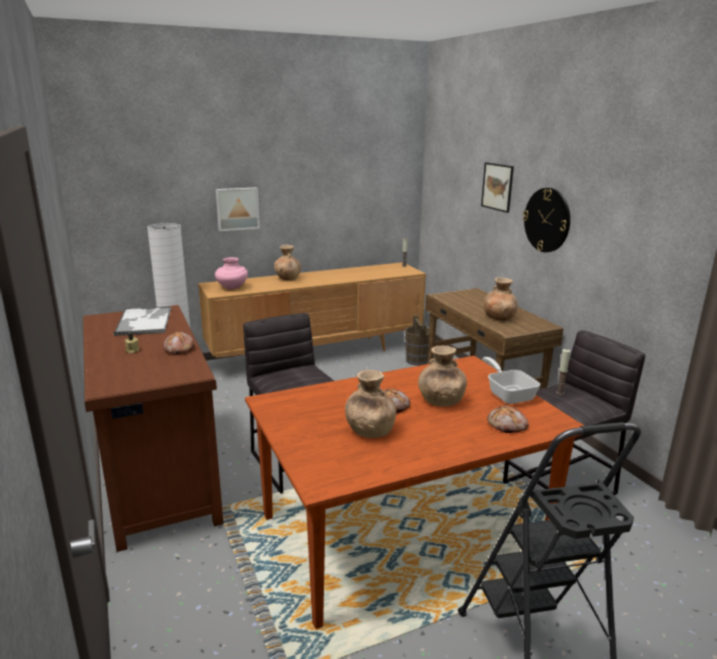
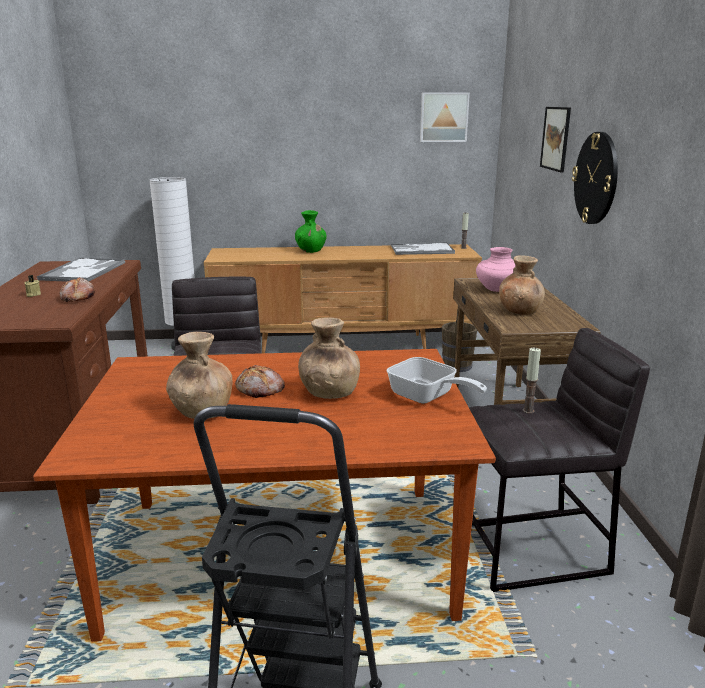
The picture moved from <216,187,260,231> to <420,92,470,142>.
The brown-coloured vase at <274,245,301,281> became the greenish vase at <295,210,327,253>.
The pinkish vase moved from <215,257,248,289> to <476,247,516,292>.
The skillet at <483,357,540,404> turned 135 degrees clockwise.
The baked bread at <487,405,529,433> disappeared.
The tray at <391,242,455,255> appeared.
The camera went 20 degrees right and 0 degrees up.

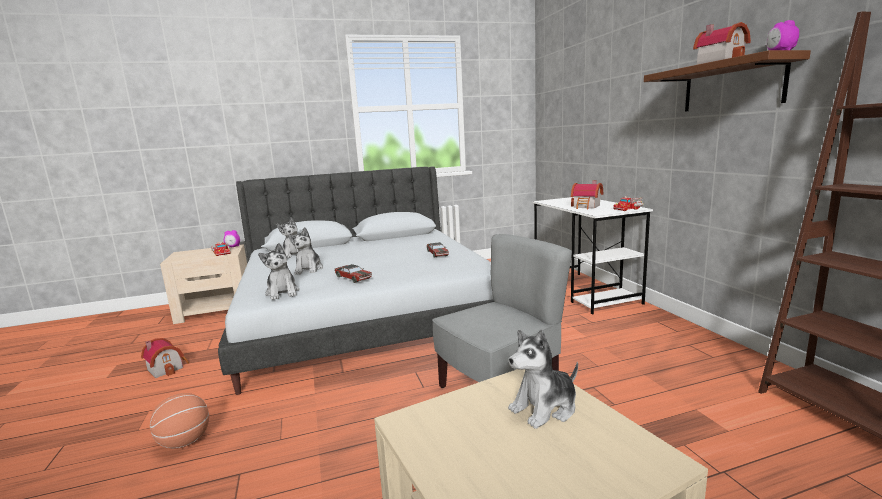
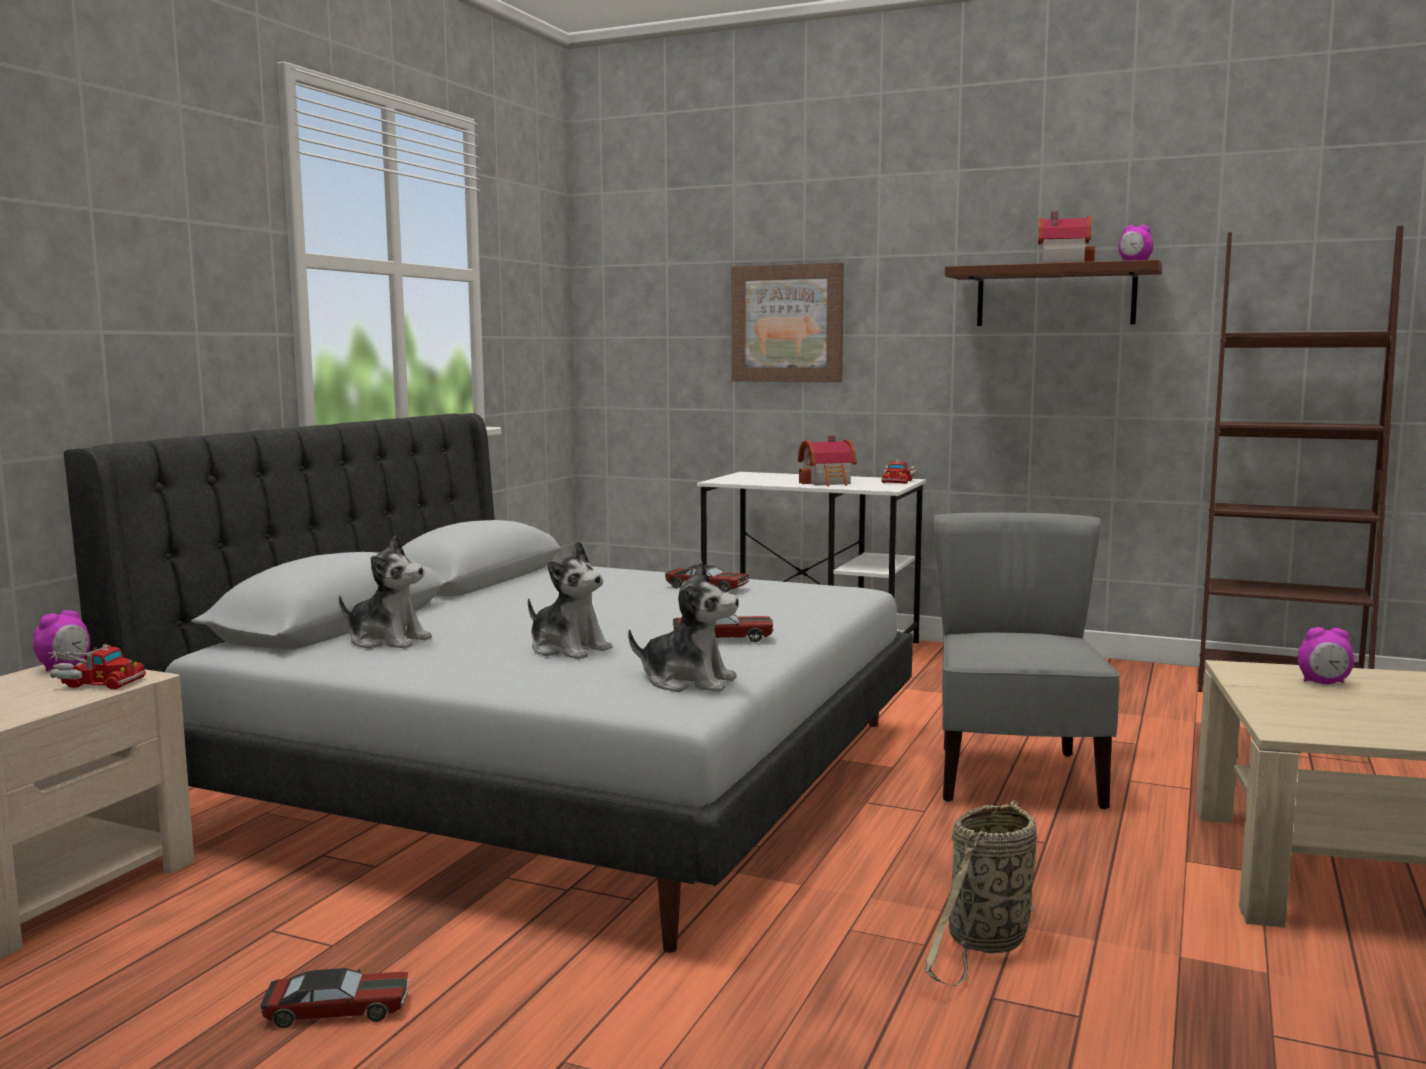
The cuddly toy at <508,329,578,429> was replaced by the bedside clock at <1298,627,1354,684>.
The toy house at <141,338,189,378> was replaced by the model car at <260,968,409,1028>.
The basketball ball at <150,393,209,449> disappeared.
The picture at <732,263,844,382> appeared.
The household basket at <925,801,1037,987> appeared.
The camera went 50 degrees left and 5 degrees down.

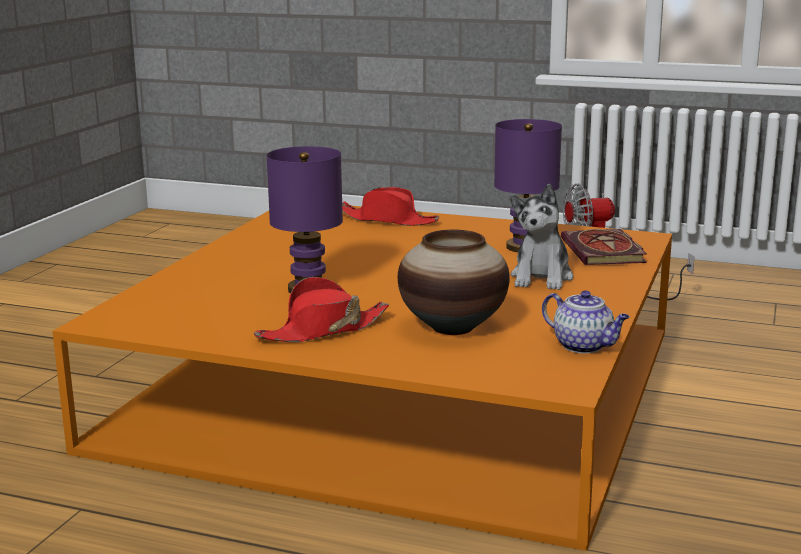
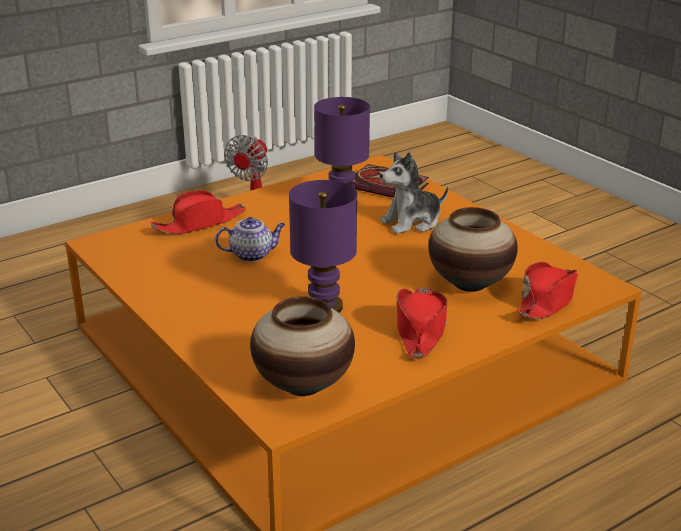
The cuddly toy at <510,184,573,290> turned 105 degrees clockwise.
The pot for tea moved from <542,290,630,354> to <215,217,286,262>.
The red-coloured clothing hat at <517,262,578,319> appeared.
The vase at <250,296,355,396> appeared.
The camera went 55 degrees left and 10 degrees up.

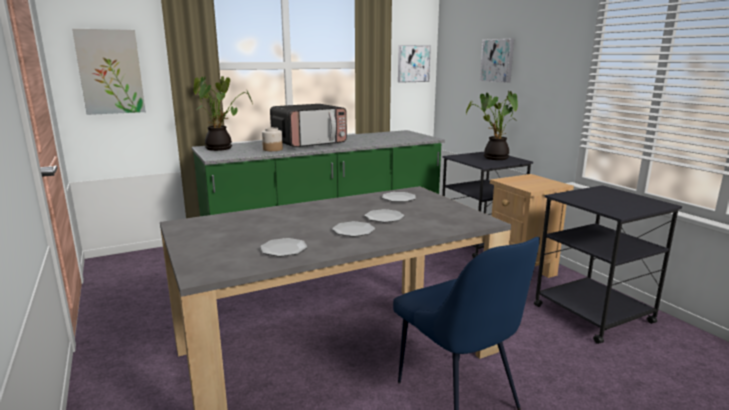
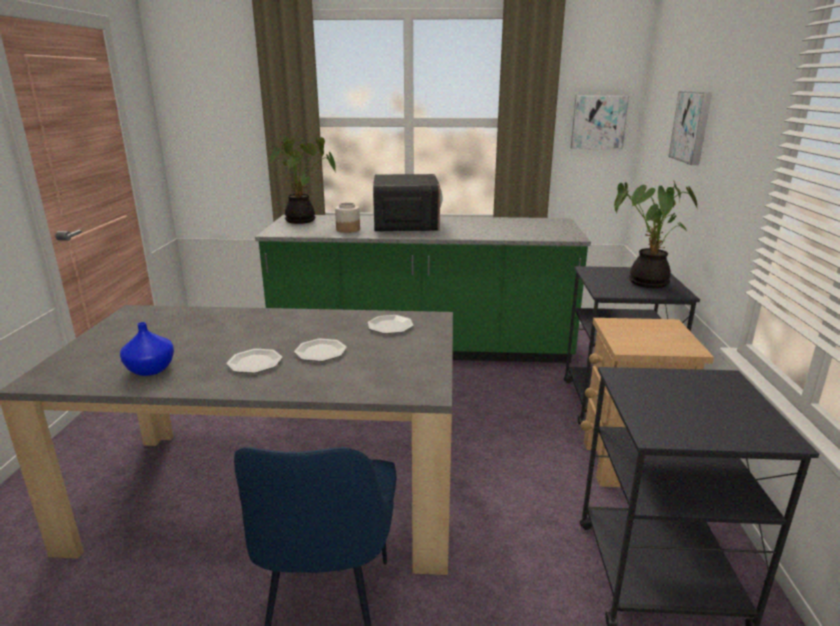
The picture at <72,29,146,115> disappeared.
The microwave oven at <270,104,347,147> turned 90 degrees counterclockwise.
The dinner plate at <260,238,308,257> was replaced by the blue vase at <120,322,174,376>.
The camera went 30 degrees right and 5 degrees up.

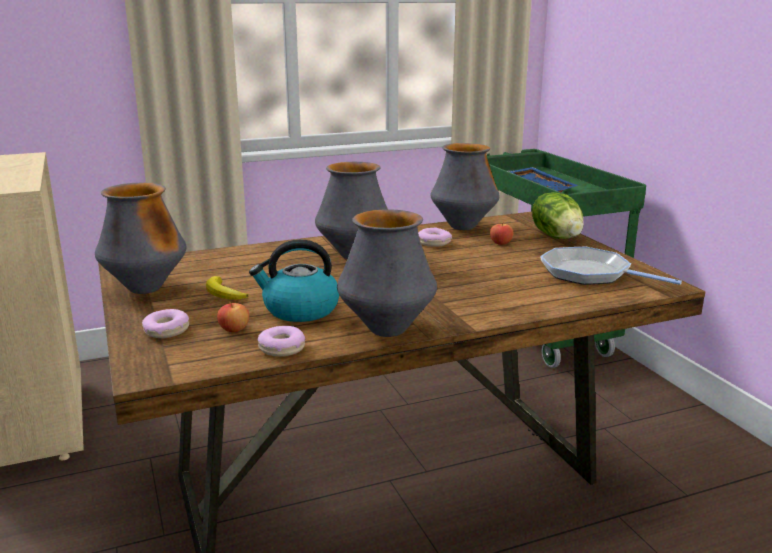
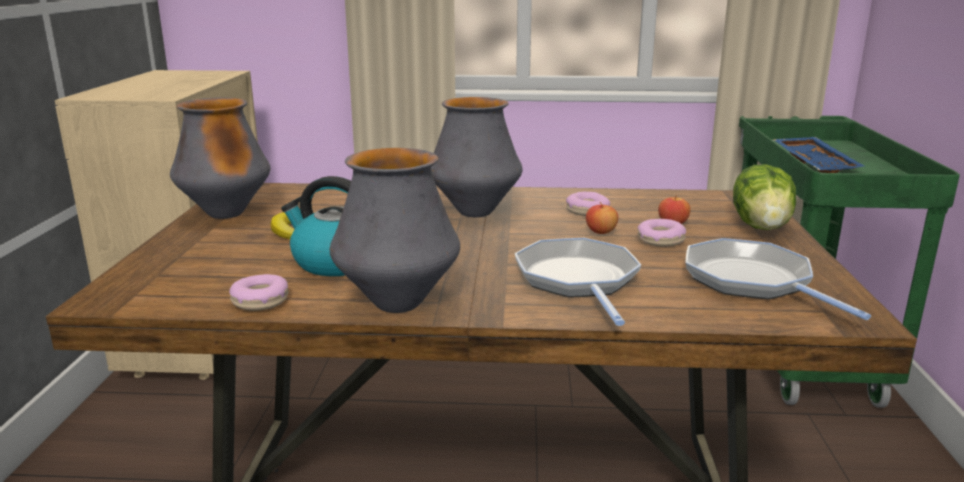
The vase at <430,143,500,230> disappeared.
The whole apple moved from <217,302,249,332> to <586,202,618,234>.
The ring doughnut moved from <142,309,189,338> to <638,219,686,247>.
The skillet at <515,238,641,326> appeared.
The camera went 25 degrees right and 0 degrees up.

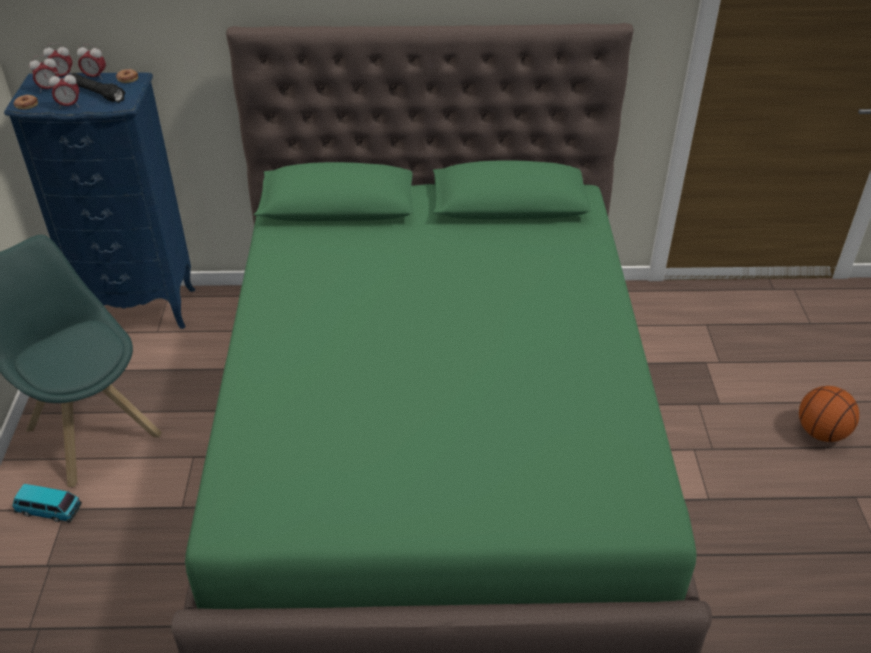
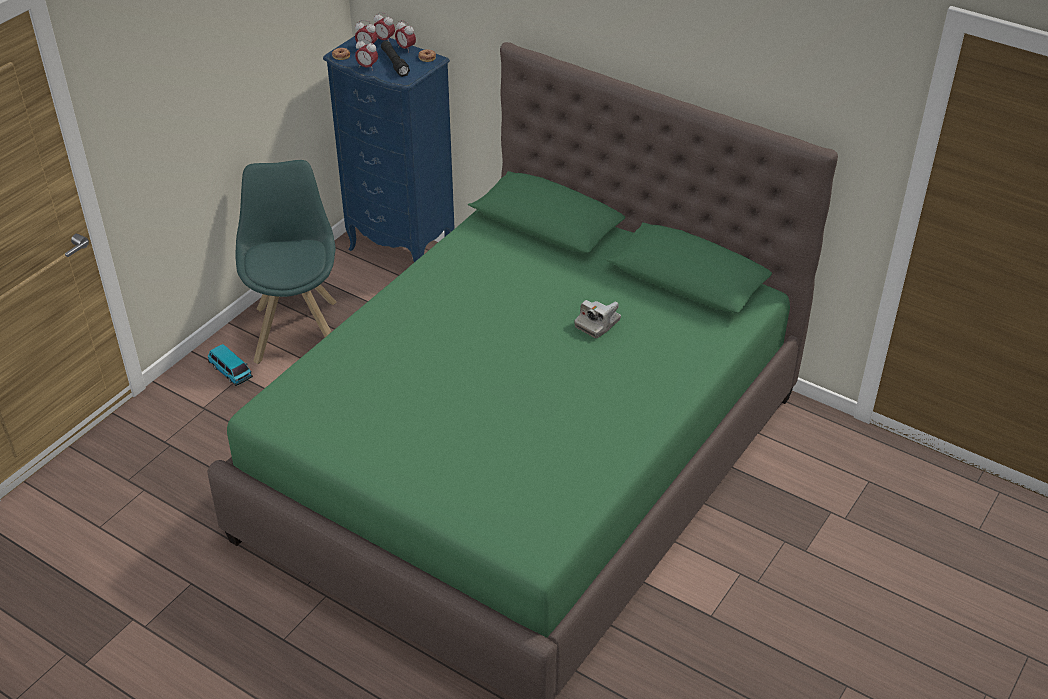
The basketball ball at <799,386,859,442> disappeared.
The photo camera at <574,300,621,338> appeared.
The camera went 35 degrees right and 0 degrees up.

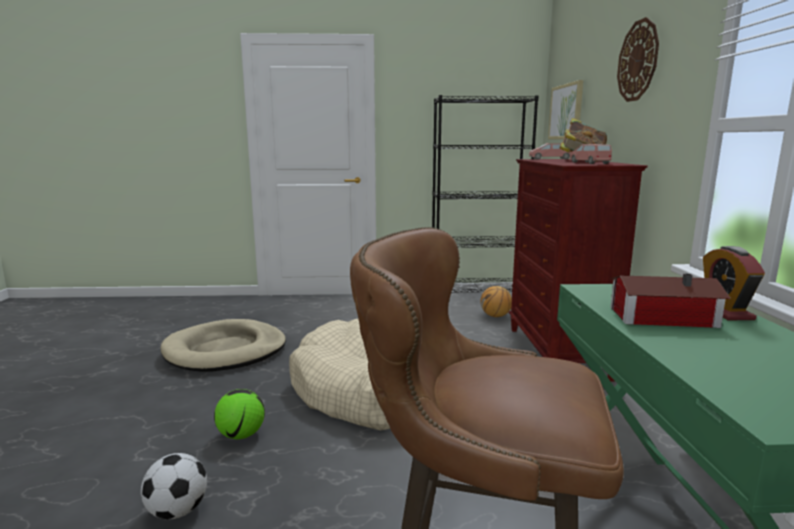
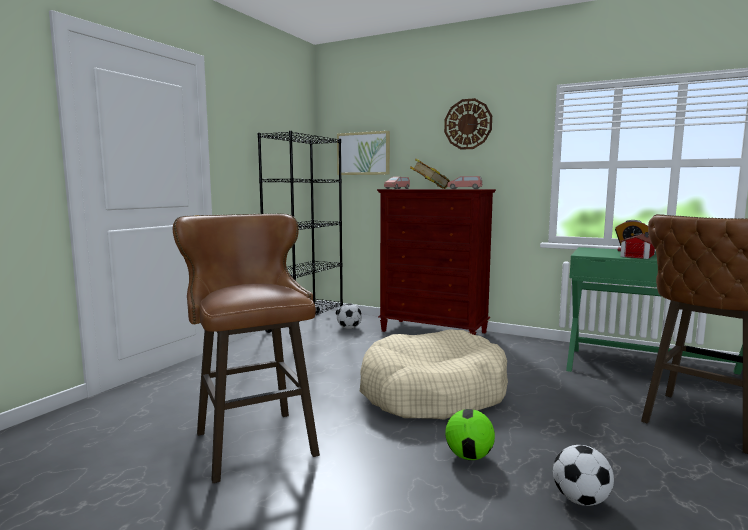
The basketball ball at <480,286,512,317> was replaced by the football ball at <337,303,362,329>.
The beige dog bed at <161,319,286,372> was replaced by the brown-coloured stool at <173,213,320,483>.
The camera went 60 degrees left and 5 degrees down.

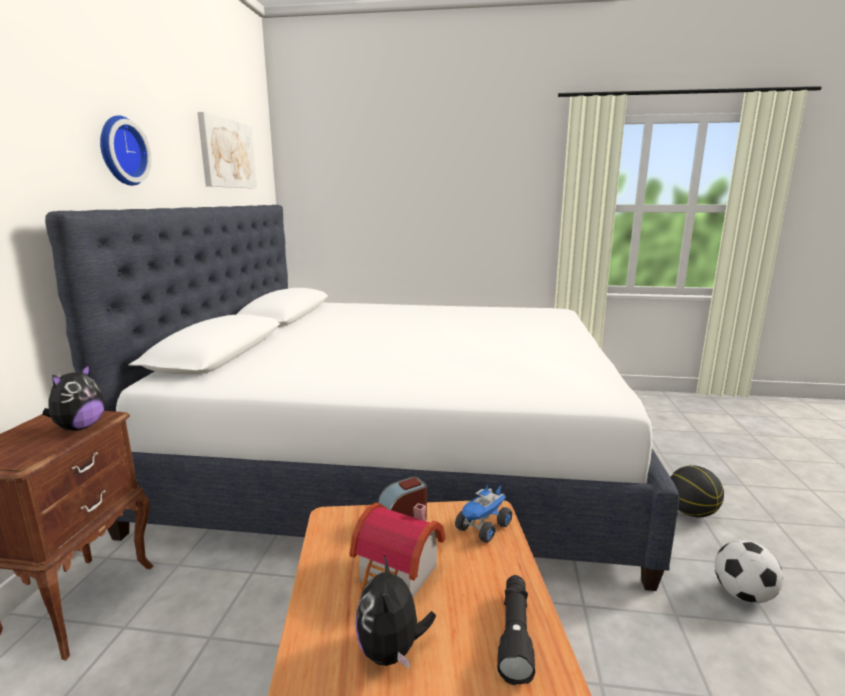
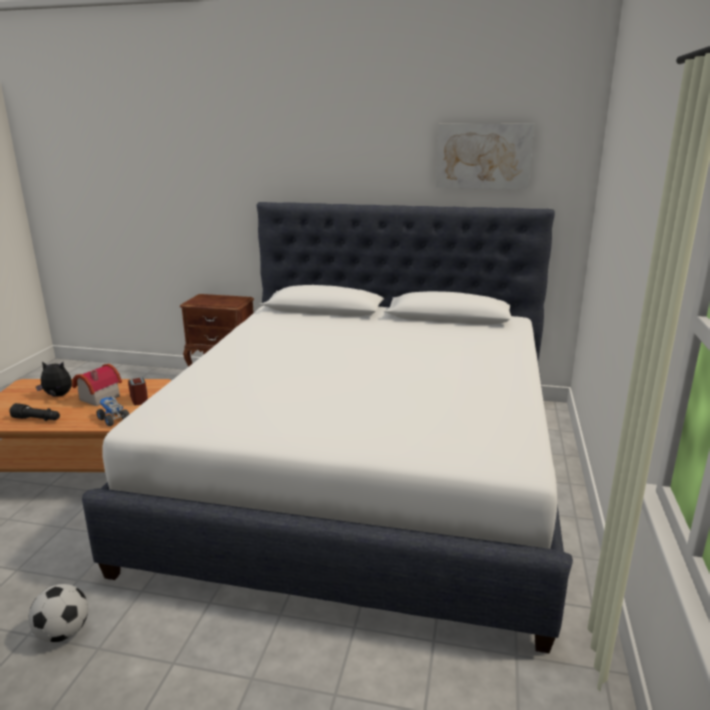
The clock on the wall at <100,115,151,186> disappeared.
The cuddly toy at <43,363,104,431> disappeared.
The basketball ball at <671,465,724,517> disappeared.
The camera went 95 degrees right and 5 degrees up.

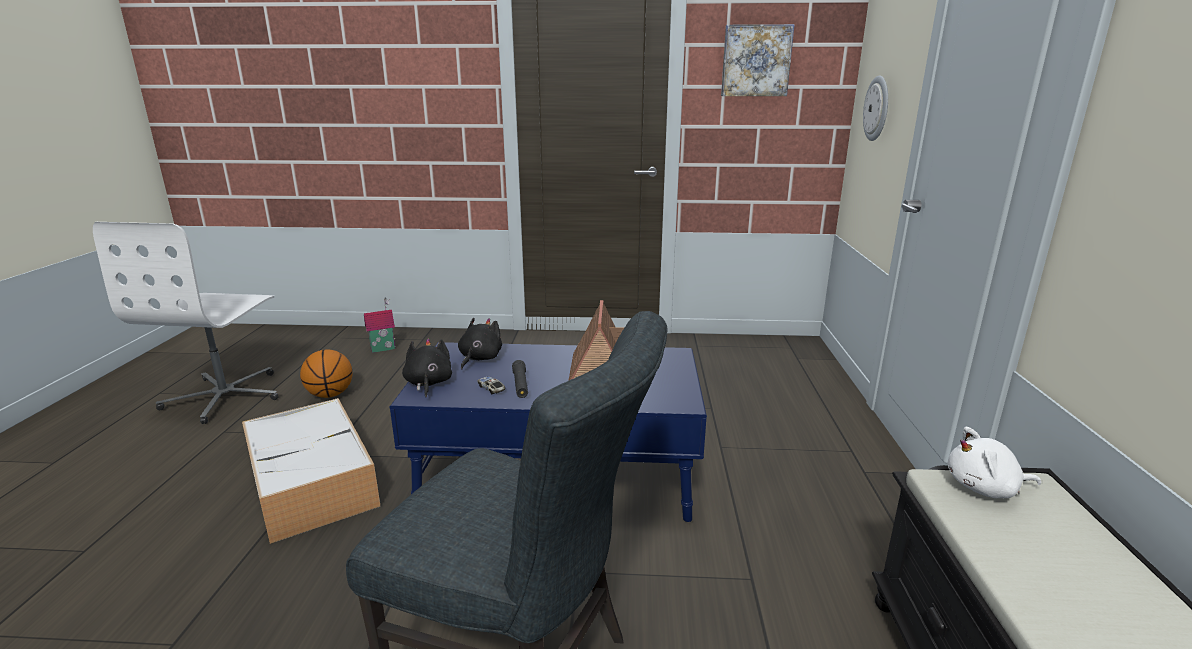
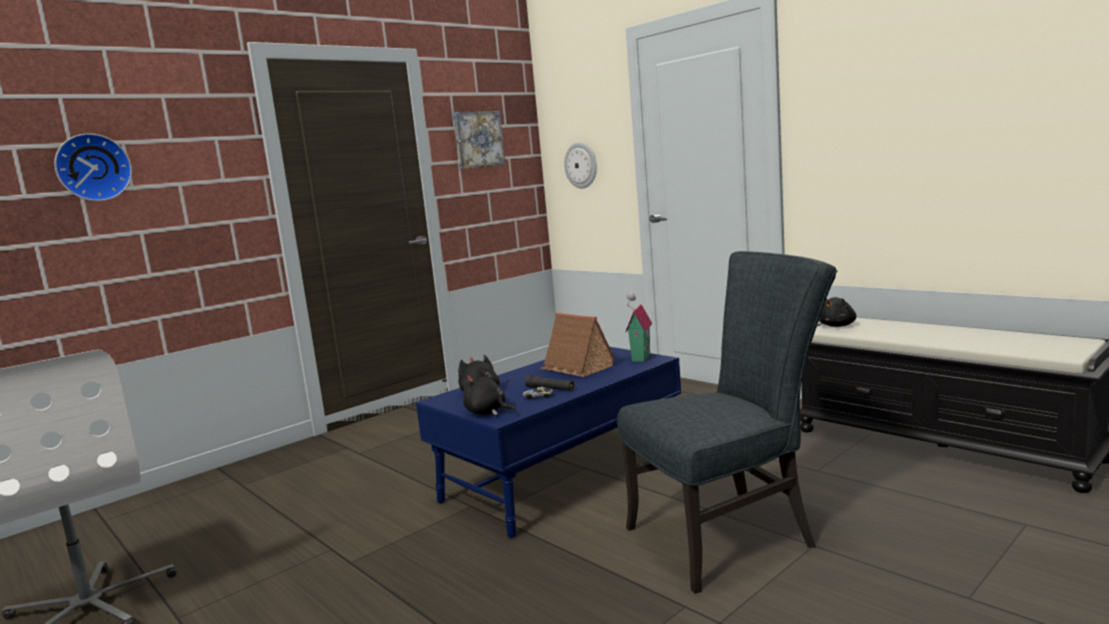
The toy house moved from <364,298,396,353> to <625,293,652,362>.
The basketball ball at <300,349,353,398> disappeared.
The storage container at <242,398,380,544> disappeared.
The white cuddly toy at <948,427,1042,498> became the black-coloured cuddly toy at <819,297,856,327>.
The clock on the wall at <54,133,132,201> appeared.
The camera went 45 degrees left and 10 degrees down.

